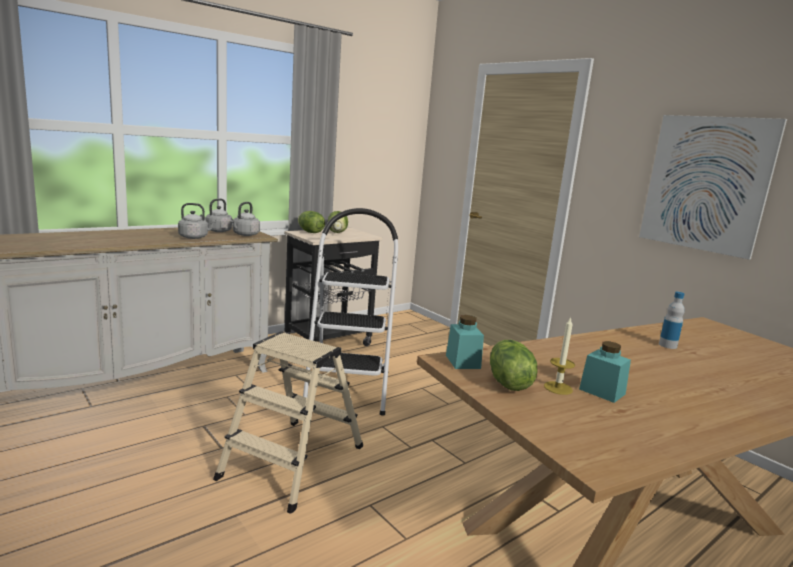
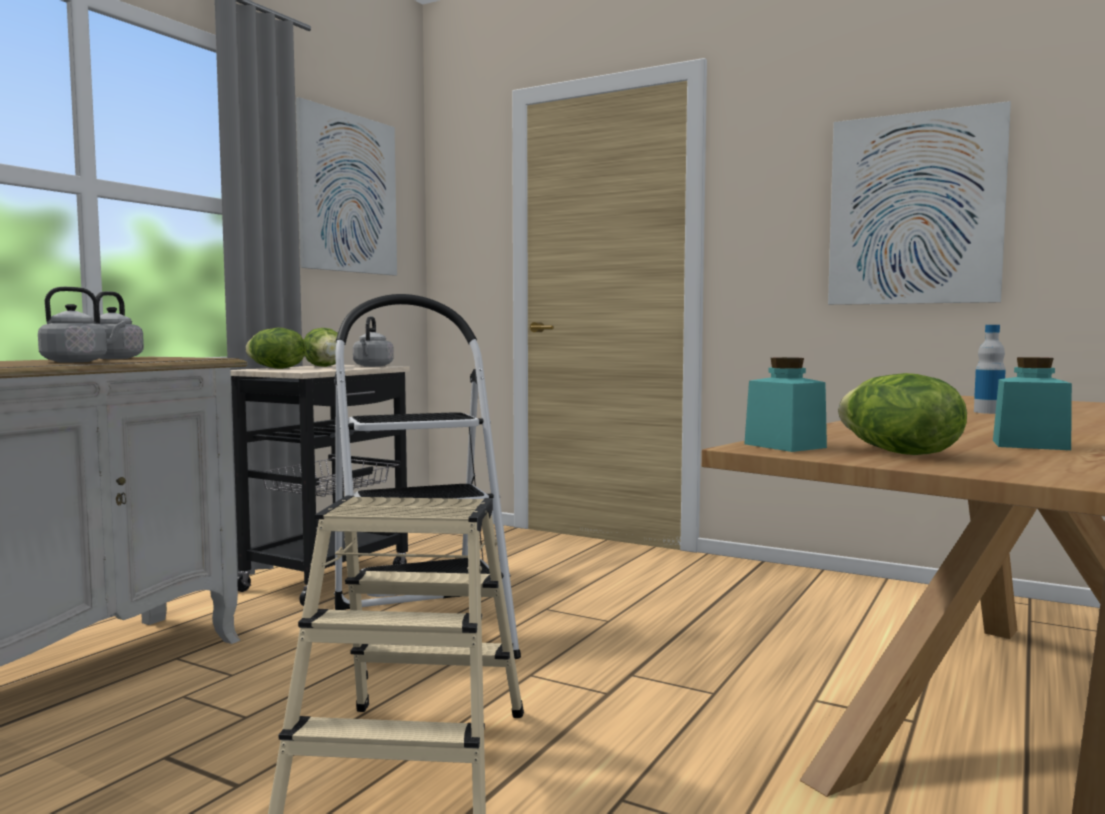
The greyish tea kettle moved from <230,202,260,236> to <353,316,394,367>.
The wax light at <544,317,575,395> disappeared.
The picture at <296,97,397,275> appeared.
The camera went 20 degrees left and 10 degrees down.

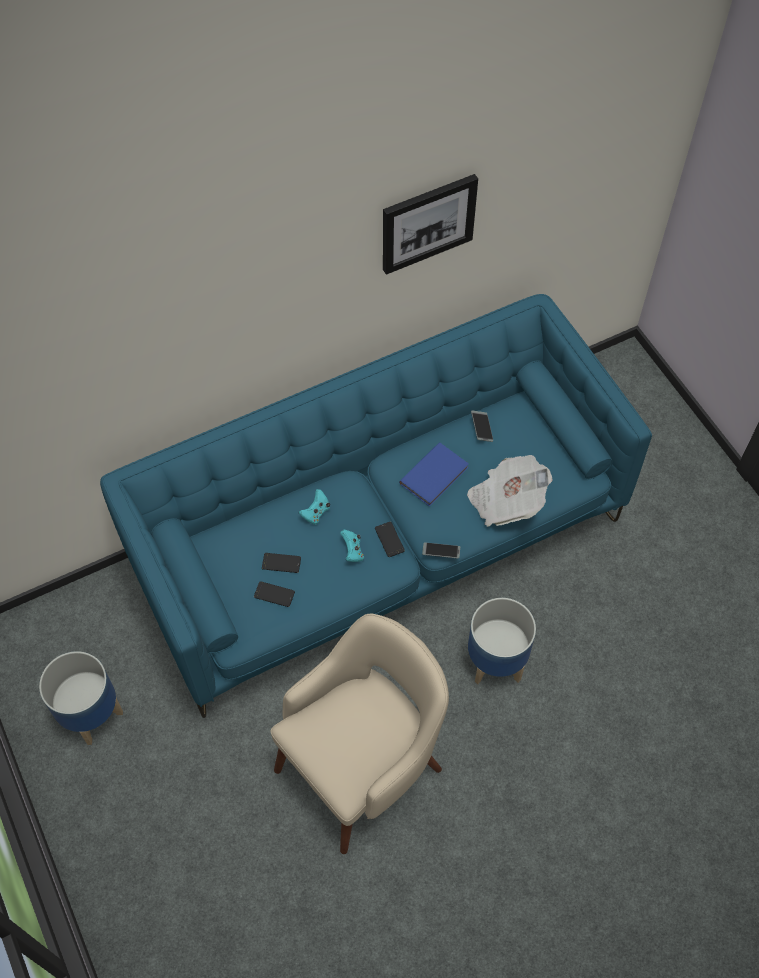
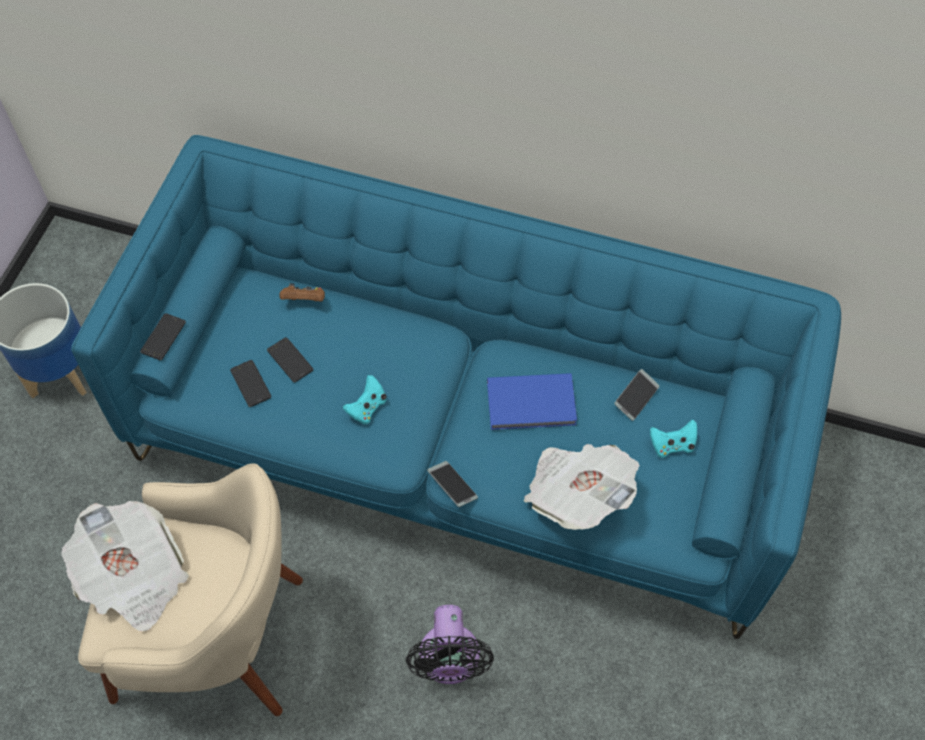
The picture at <383,174,478,275> disappeared.
The turquoise-coloured game controller moved from <299,489,330,525> to <650,420,697,458>.
The phone moved from <375,522,405,557> to <140,313,186,360>.
The flower pot at <468,598,536,684> was replaced by the black-coloured fan at <405,605,494,684>.
The brown-coloured game controller at <280,283,325,302> appeared.
The daily paper at <61,501,189,632> appeared.
The camera went 45 degrees right and 0 degrees up.

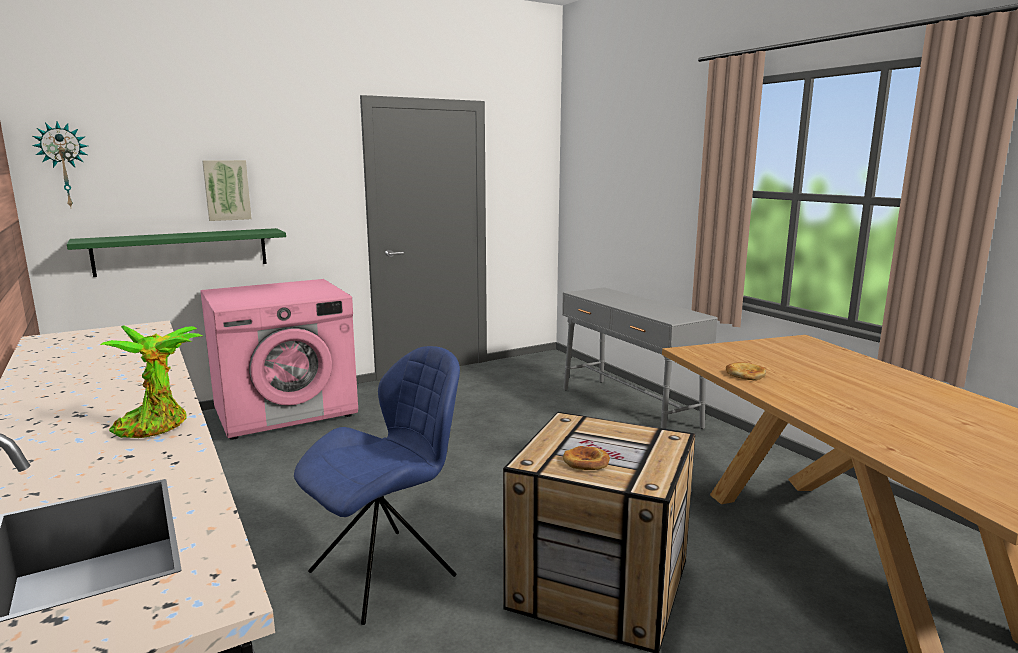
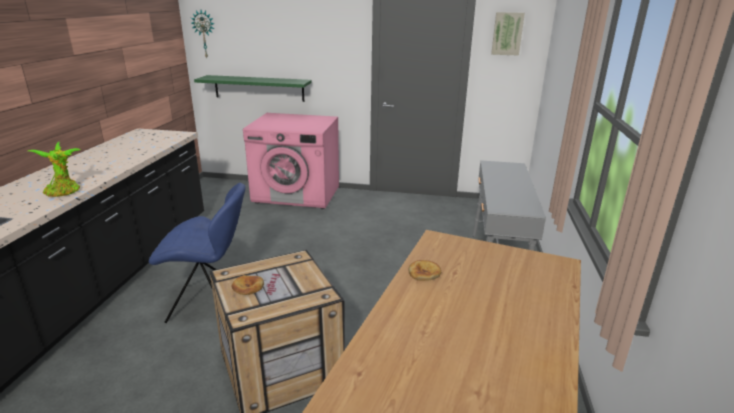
The picture moved from <202,160,252,221> to <491,12,525,56>.
The camera went 40 degrees right and 10 degrees up.

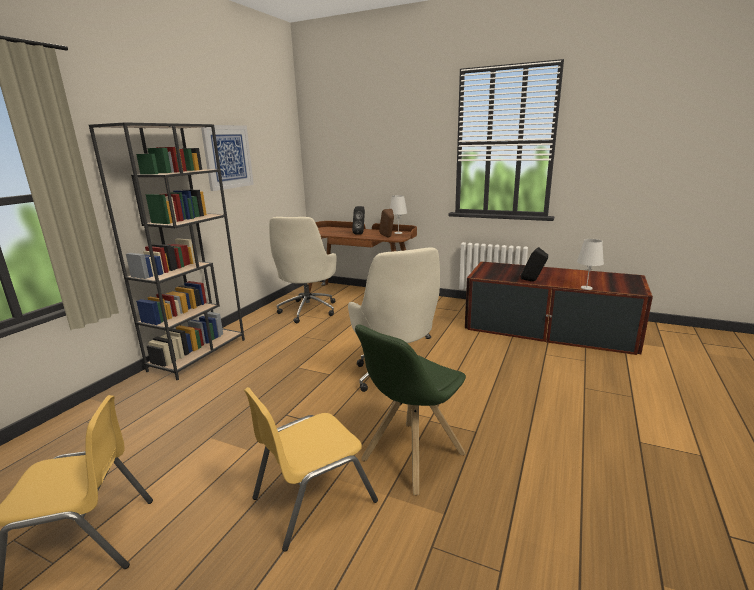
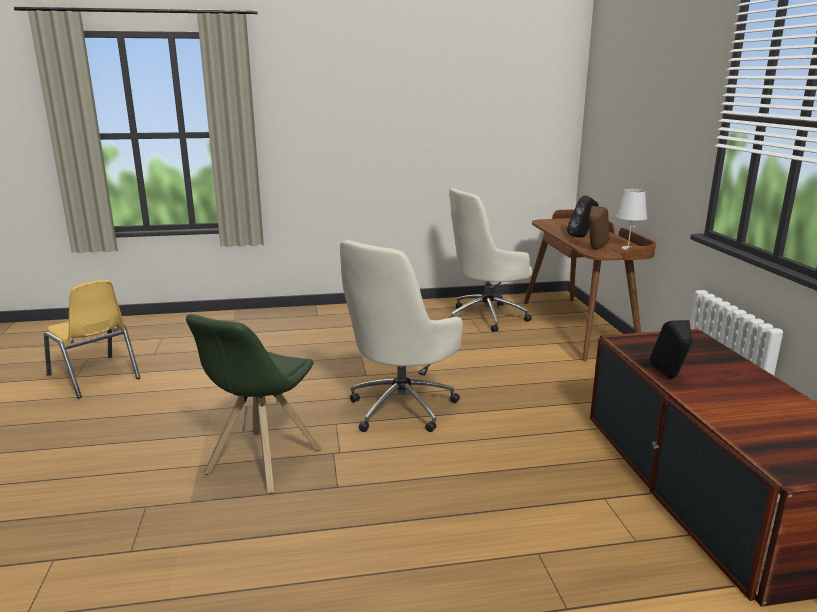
The bookcase at <89,122,245,380> disappeared.
The picture at <201,125,254,191> disappeared.
The white tabletop lamp at <577,239,604,290> disappeared.
The greenish plain chair at <355,324,466,495> turned 75 degrees counterclockwise.
The yellow-coloured plain chair at <244,387,378,552> disappeared.
The camera went 55 degrees right and 0 degrees up.

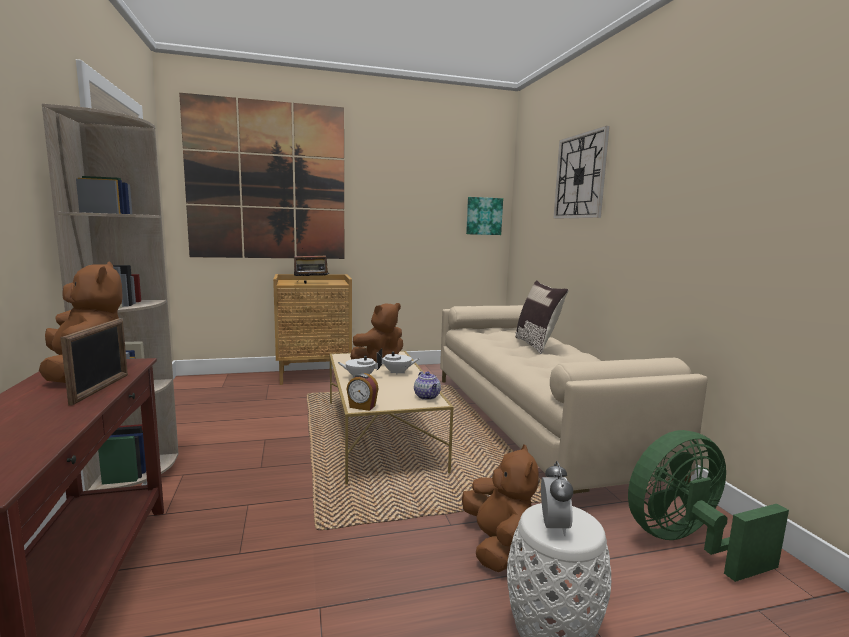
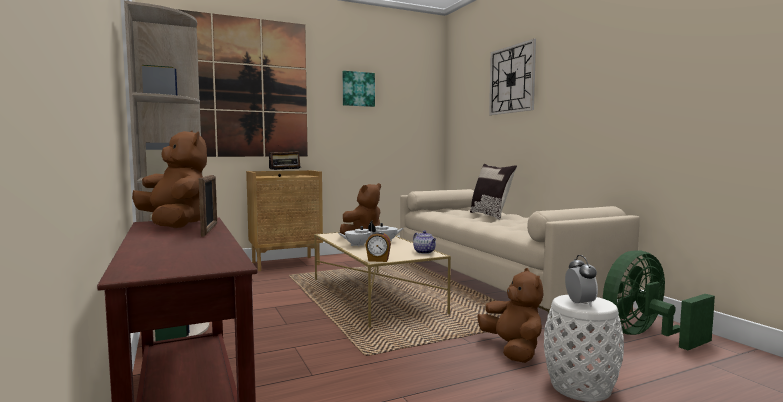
The picture moved from <466,197,503,235> to <343,71,375,107>.
The camera went 10 degrees left and 5 degrees down.

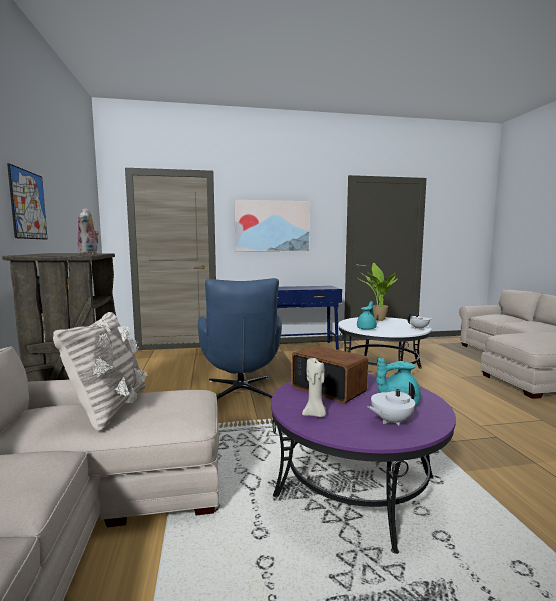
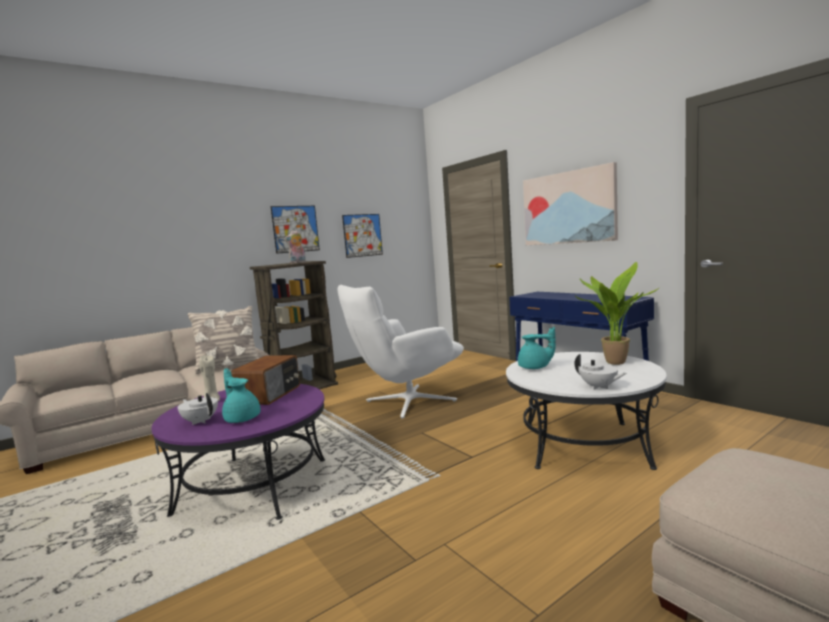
The blue armchair at <198,278,282,399> became the white armchair at <338,285,464,419>.
The picture at <342,214,383,258> appeared.
The camera went 65 degrees right and 0 degrees up.

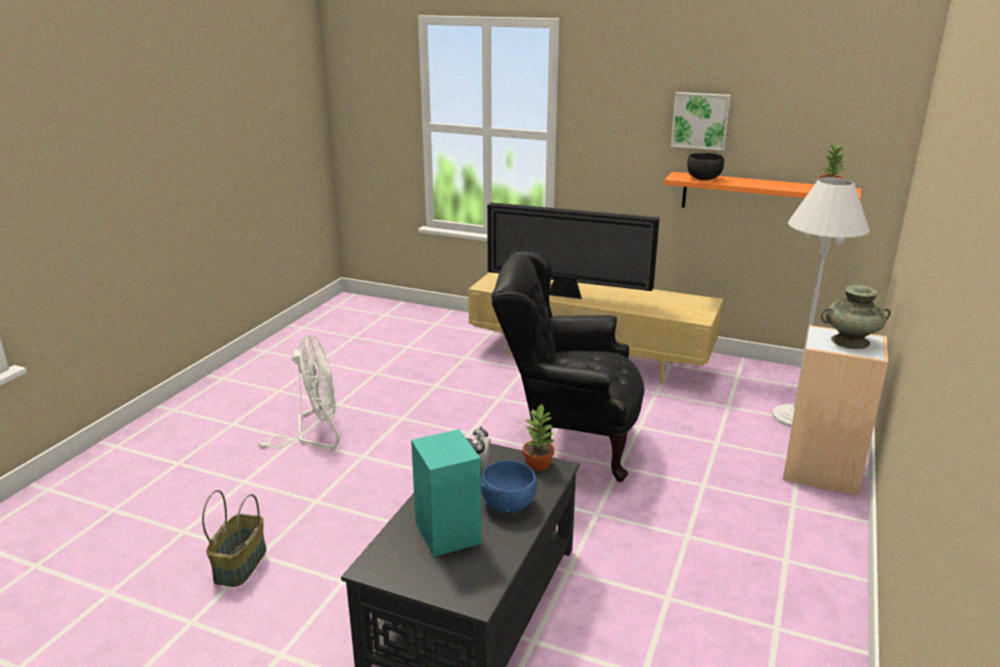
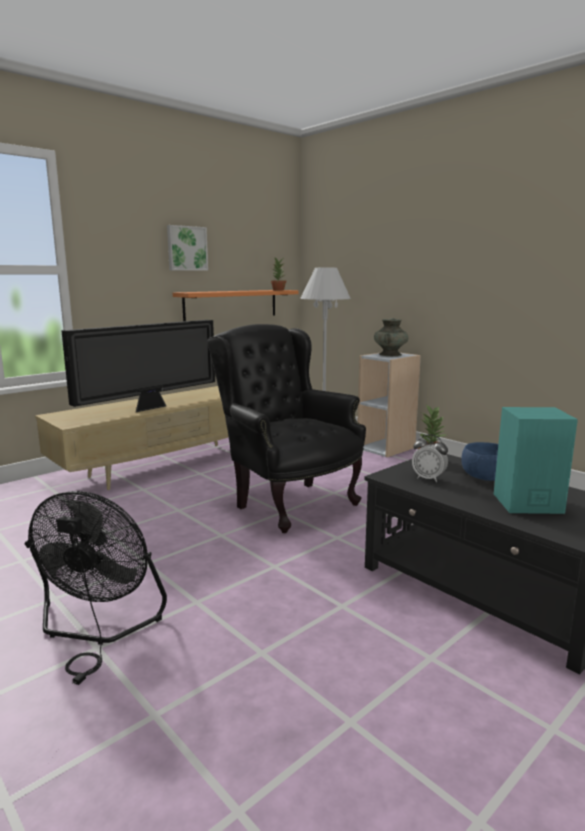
The black-coloured serving bowl at <687,153,724,180> disappeared.
The black-coloured armchair at <491,250,644,482> turned 105 degrees clockwise.
The white fan at <259,335,340,450> became the black-coloured fan at <25,491,167,685>.
The household basket at <202,490,267,587> disappeared.
The camera went 65 degrees left and 10 degrees down.

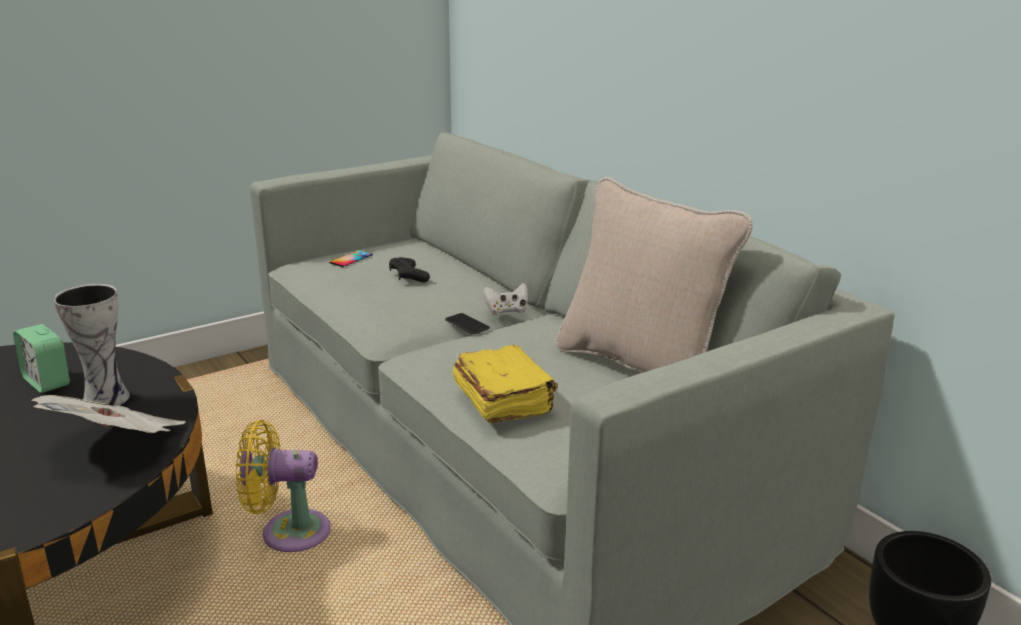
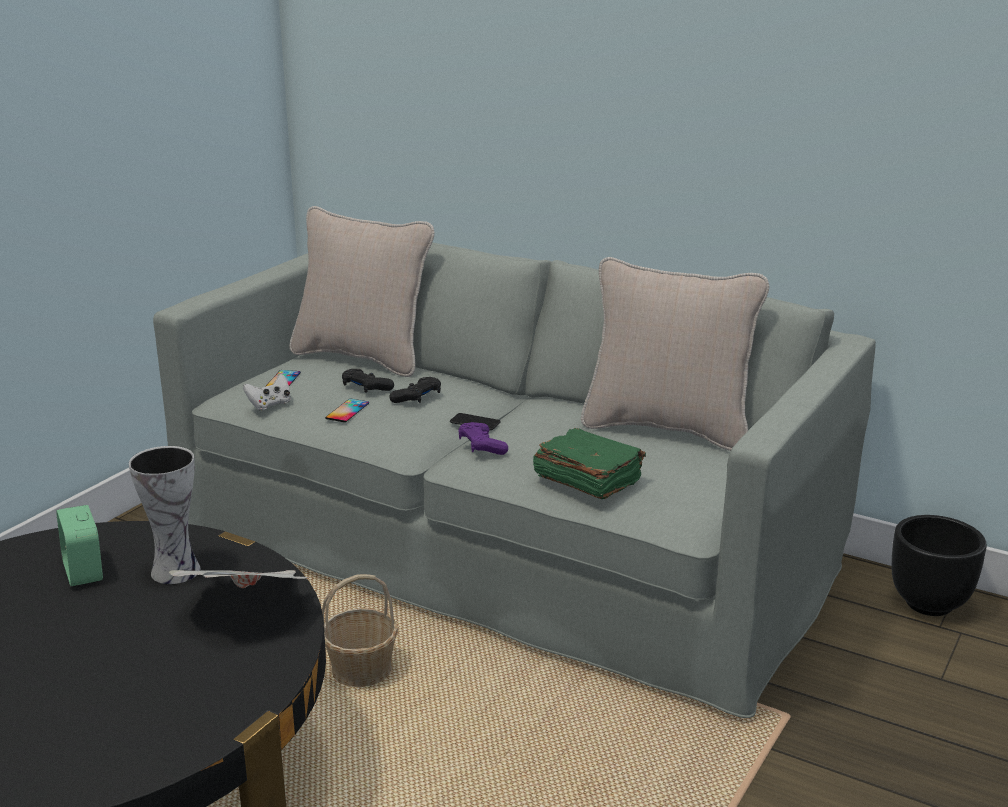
The white game controller moved from <483,283,528,315> to <243,374,291,411>.
The bedside clock at <13,324,70,393> turned 45 degrees clockwise.
The yellow-coloured bound book at <453,345,558,423> became the greenish bound book at <533,428,646,499>.
The yellow-coloured fan at <236,420,331,552> was replaced by the household basket at <322,574,398,687>.
The beige cushion at <289,206,435,377> appeared.
The black-coloured game controller at <389,377,441,403> appeared.
The phone at <325,399,369,422> appeared.
The purple game controller at <458,422,508,455> appeared.
The camera went 25 degrees left and 0 degrees up.

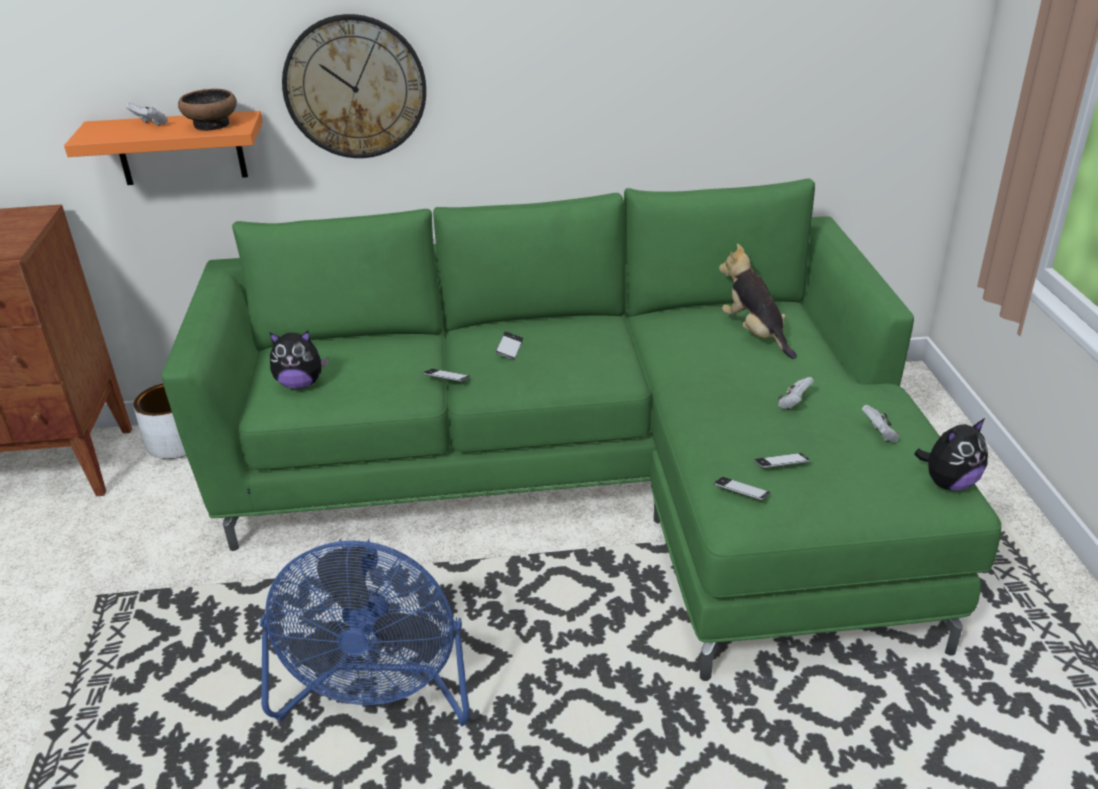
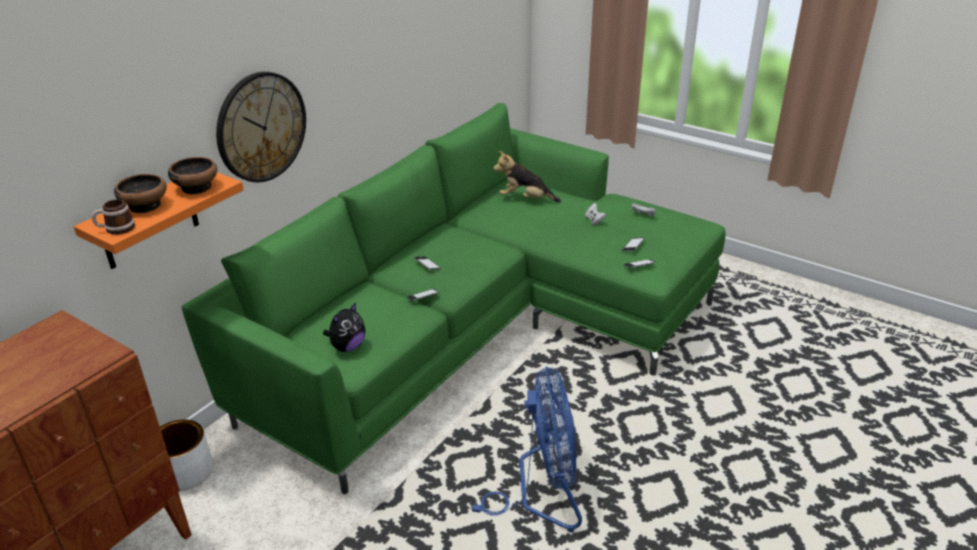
The white game controller at <126,102,168,126> was replaced by the serving bowl at <114,174,167,213>.
The cuddly toy at <914,418,988,490> disappeared.
The blue fan at <260,539,470,727> turned 45 degrees counterclockwise.
The mug at <92,199,135,235> appeared.
The camera went 50 degrees left and 0 degrees up.

